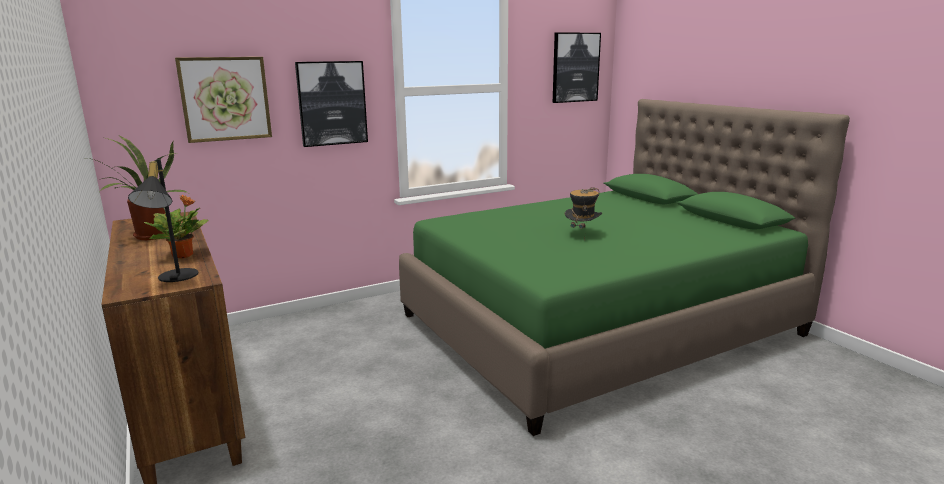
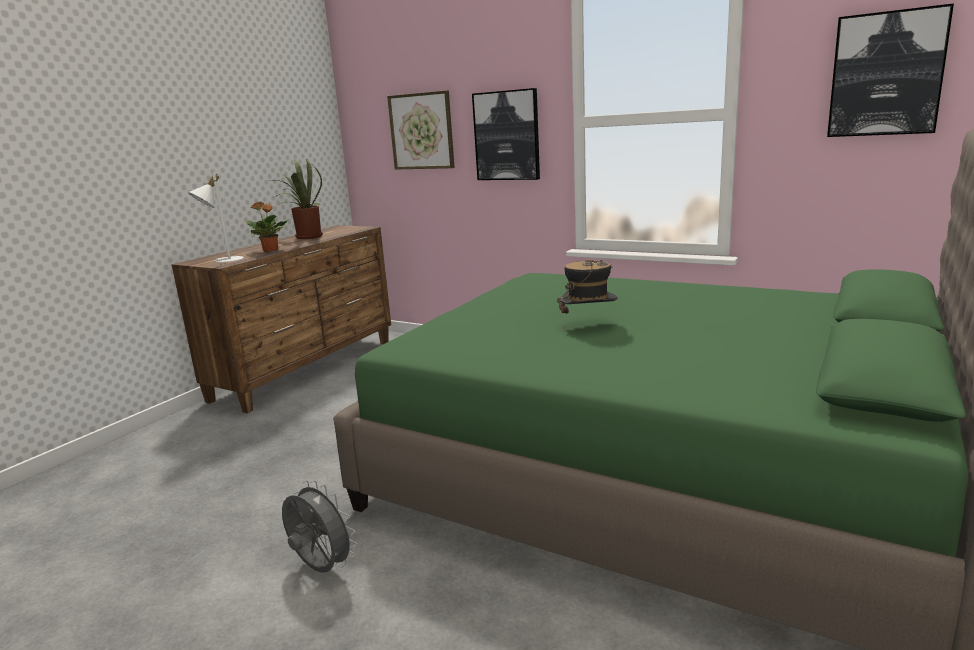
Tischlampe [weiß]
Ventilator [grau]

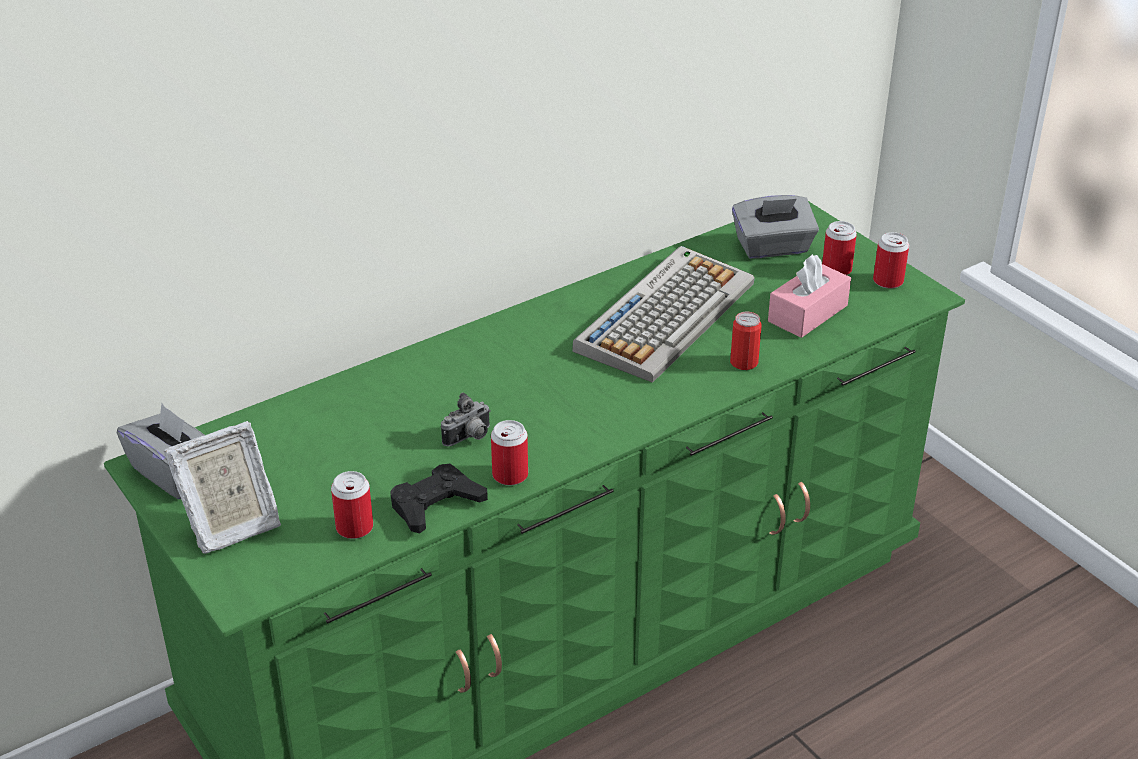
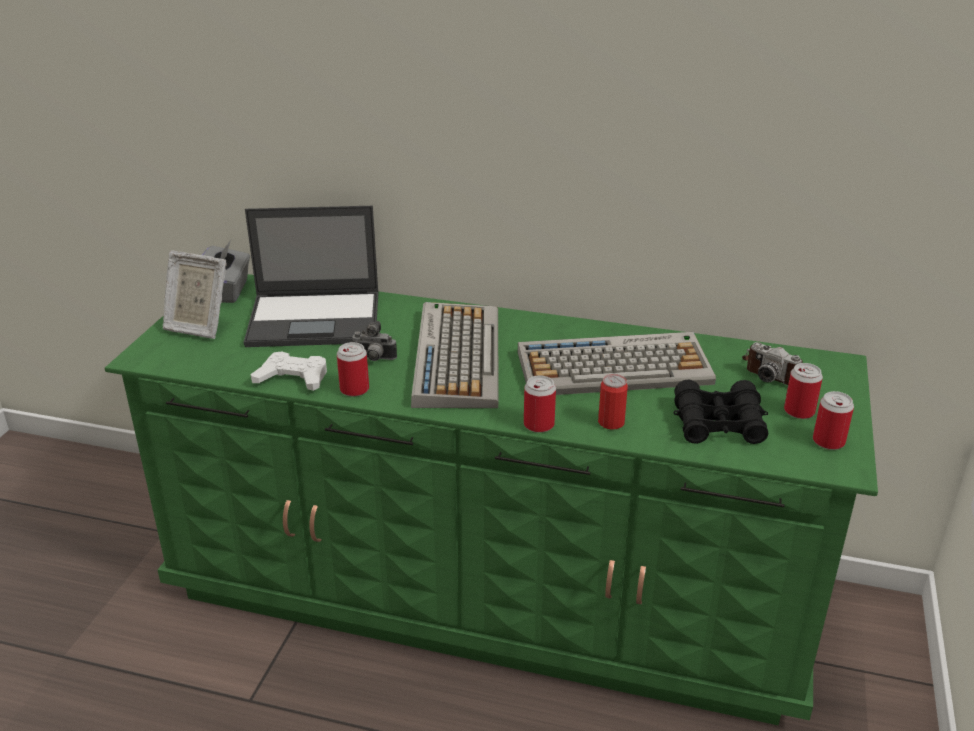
Dose (no. 2 from left)
Gamepad [weiß]
Kamera (no. 2 from left)
Fernglas [schwarz]
Laptop
Tastatur (no. 1 from left)

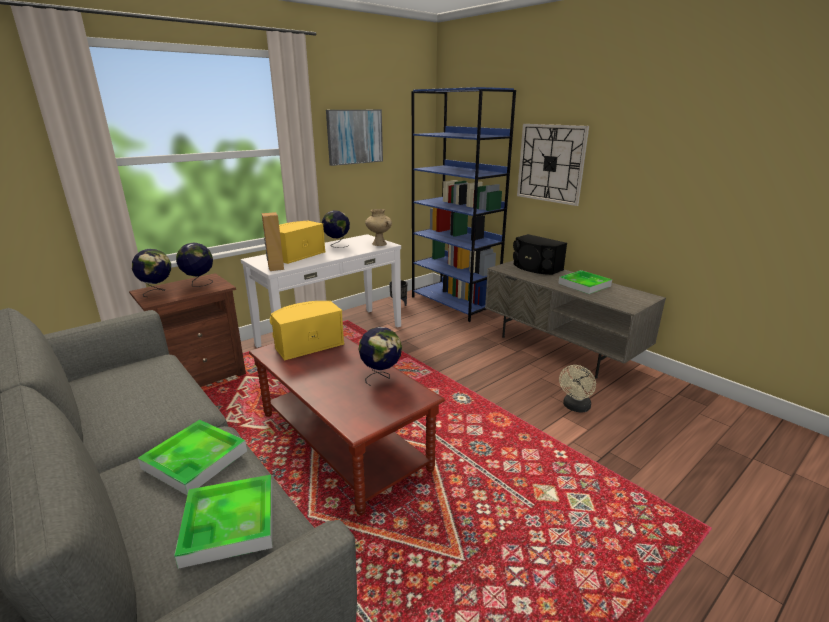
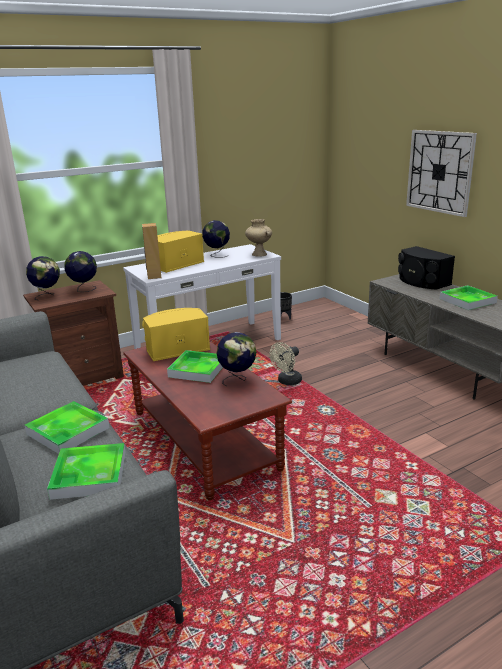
Bild
Bücherregal [blau]
Ventilator [beige]
Tablett (no. 3 from left)

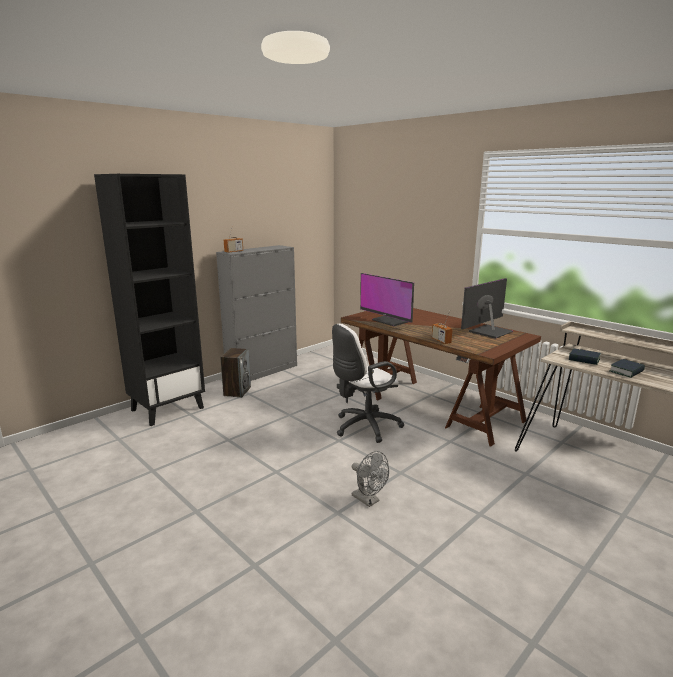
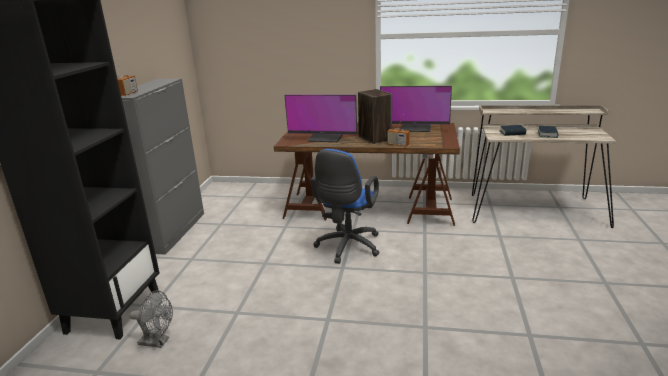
Lautsprecher
Bürostuhl [blau]
Ventilator [grau]
Monitor (no. 2 from left)

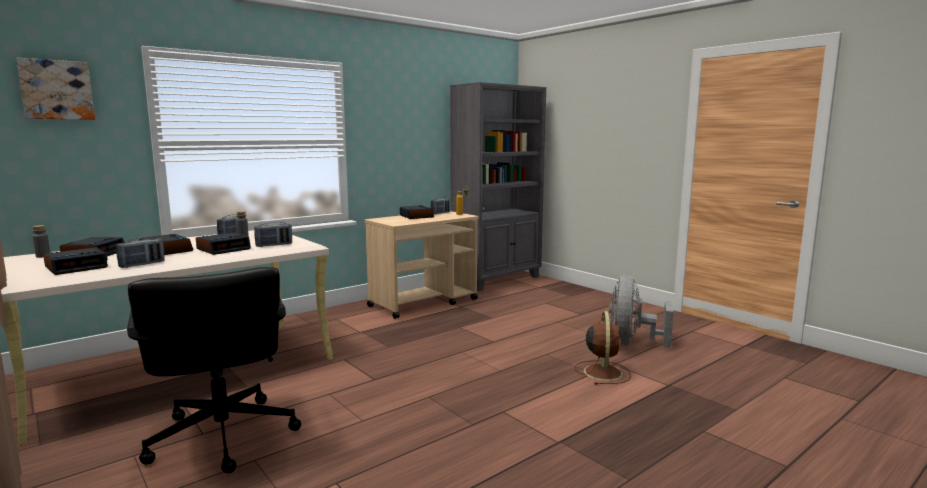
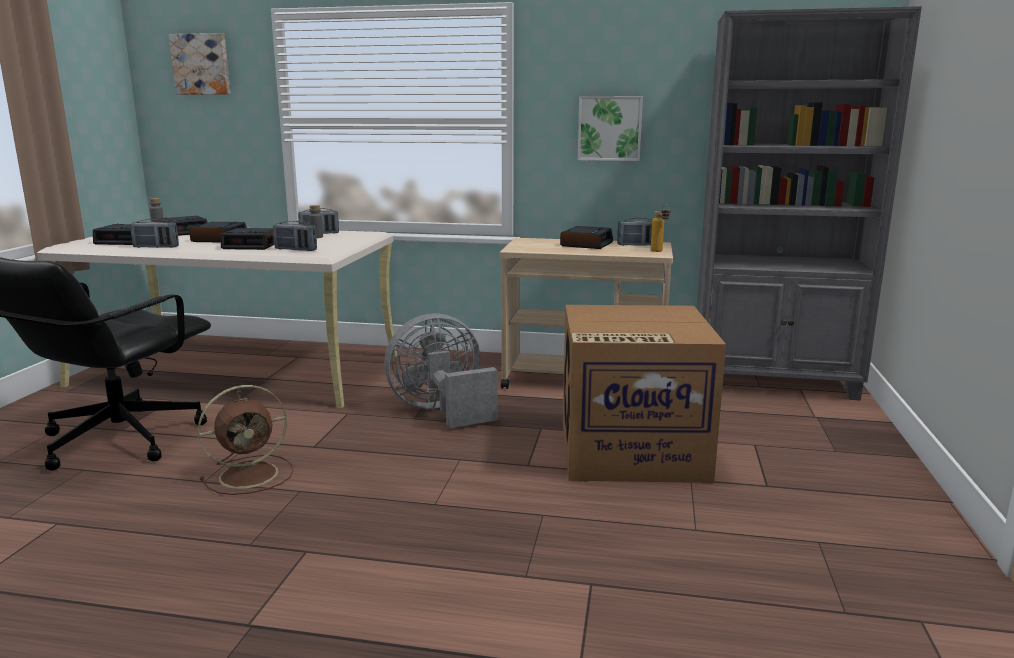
Ventilator [braun]
Ventilator [grau]
Karton
Bild (no. 2 from left)

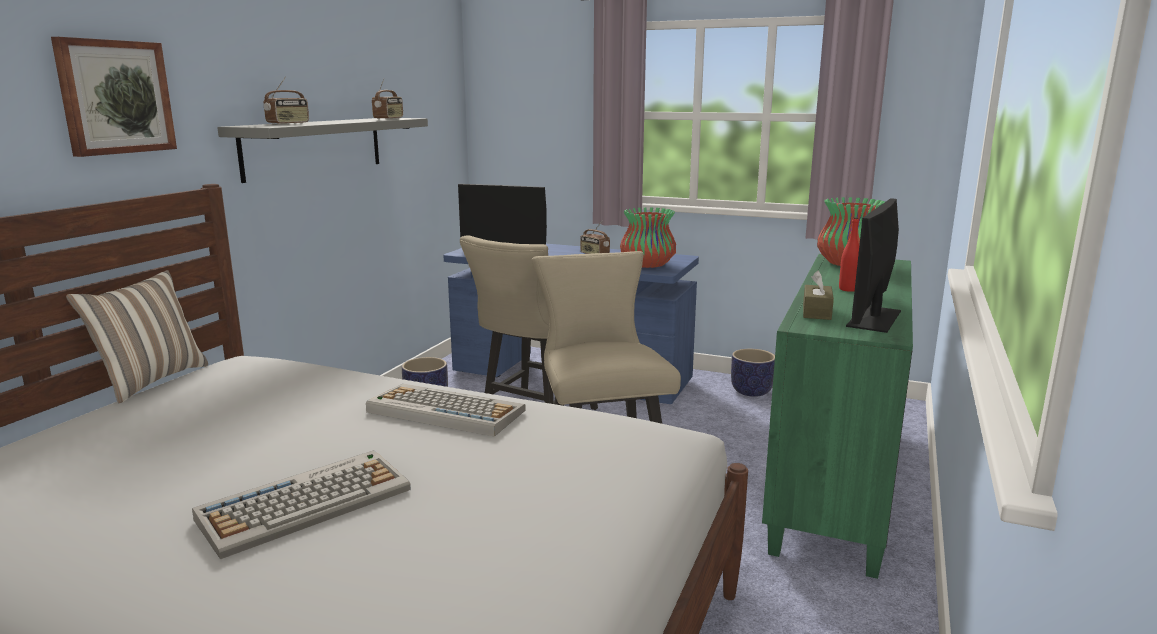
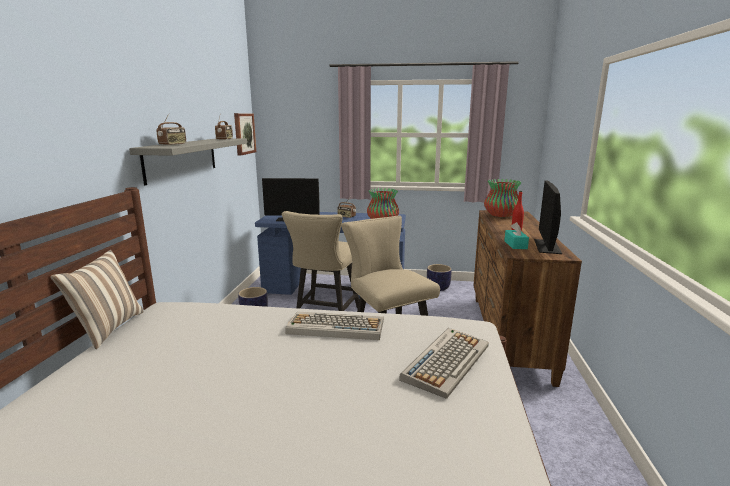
Bild
Tastatur (no. 2 from left)
Kommode [braun]
Taschentuchbox [türkis]

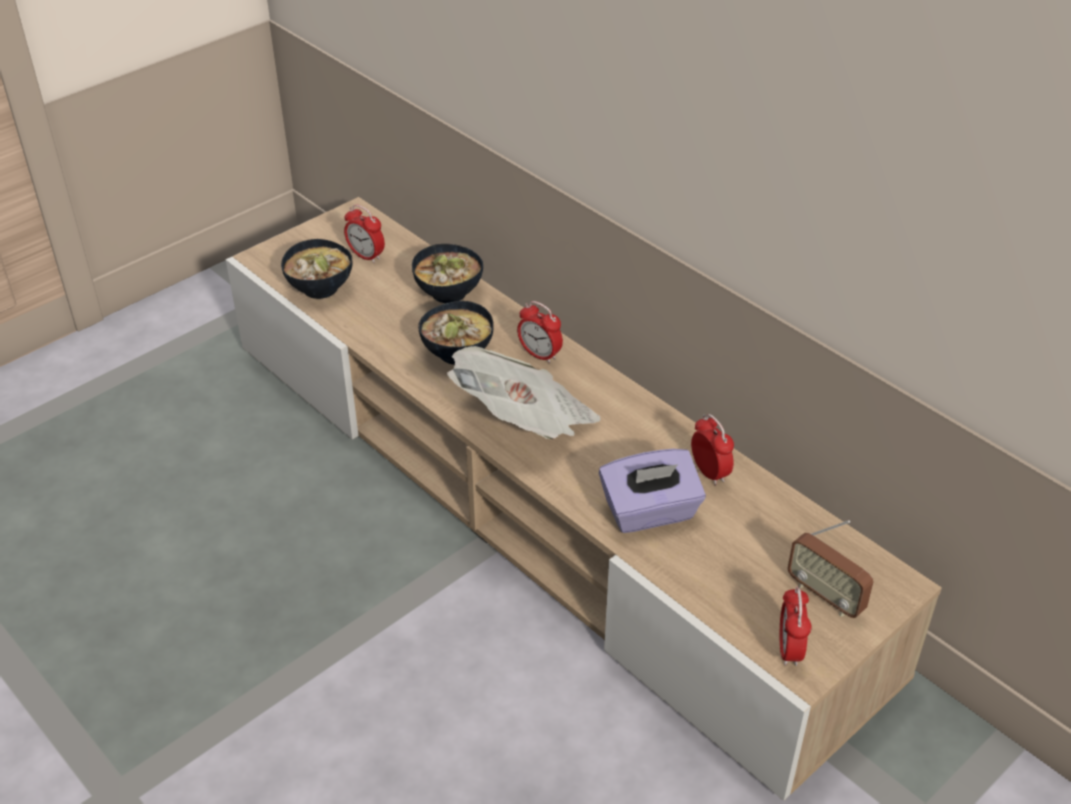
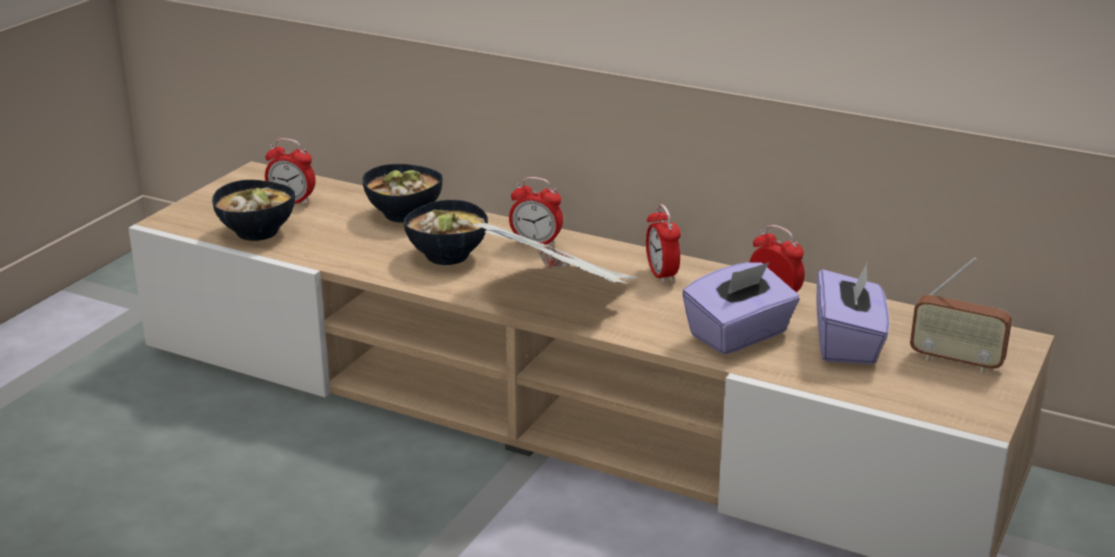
Wecker (no. 3 from left)
Taschentuchbox [lila] (no. 2 from left)

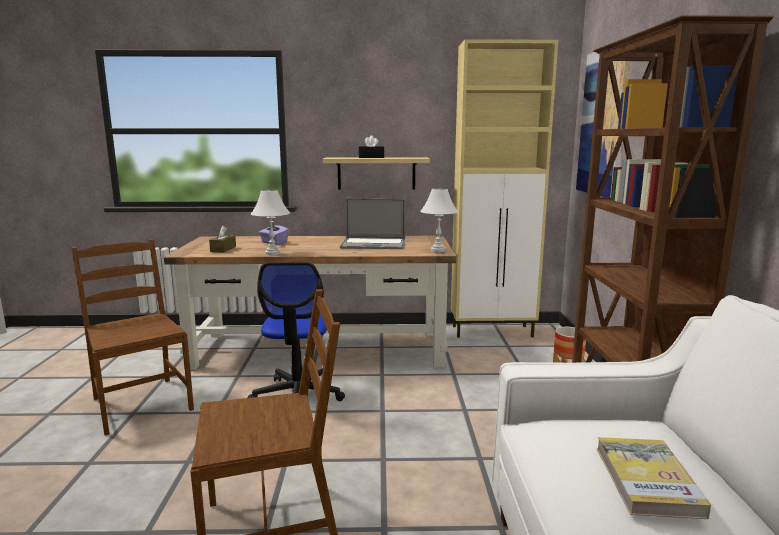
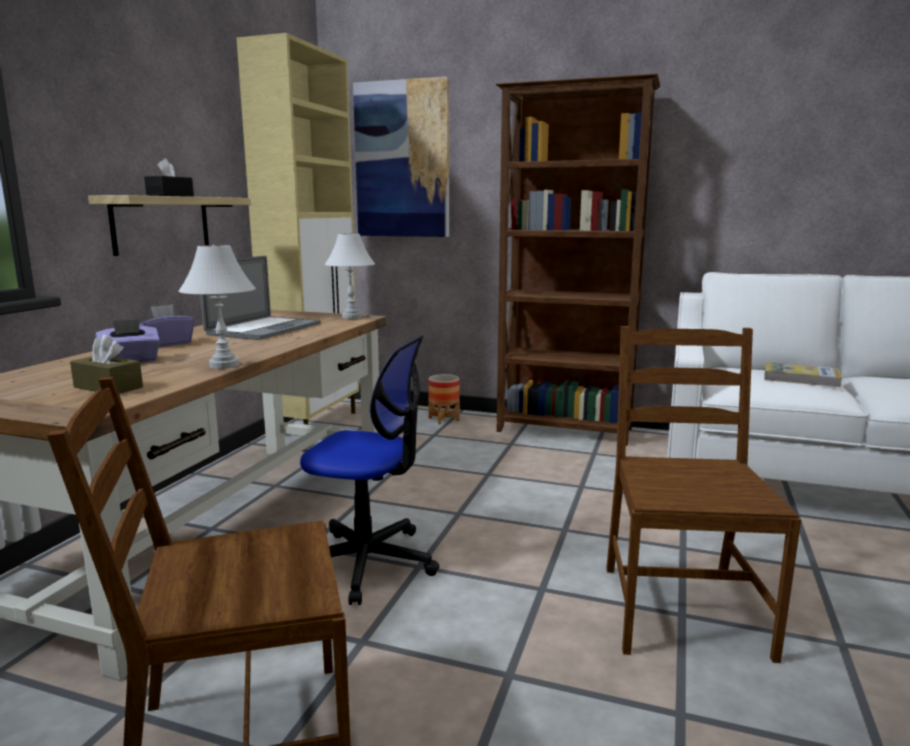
Taschentuchbox [lila] (no. 2 from left)

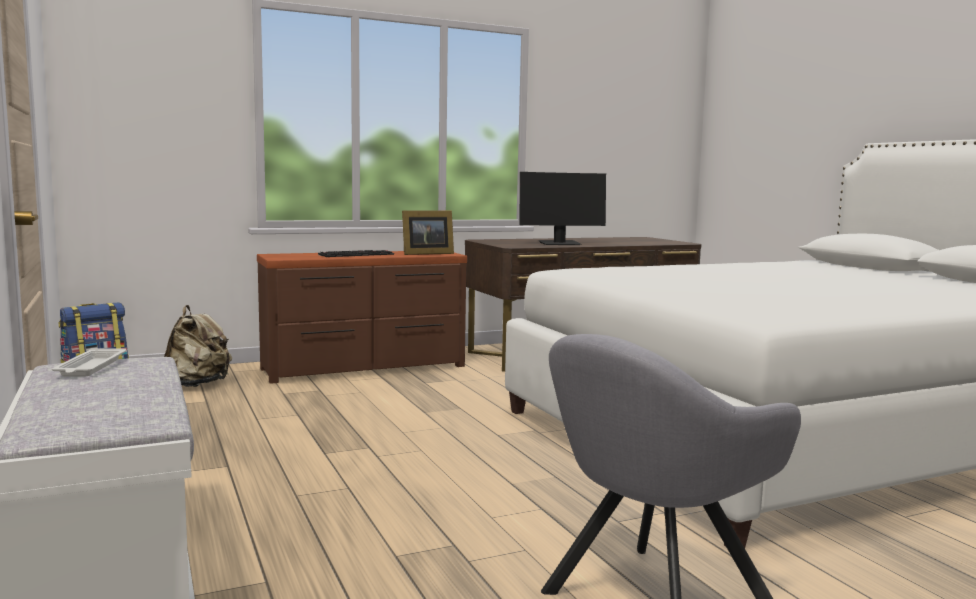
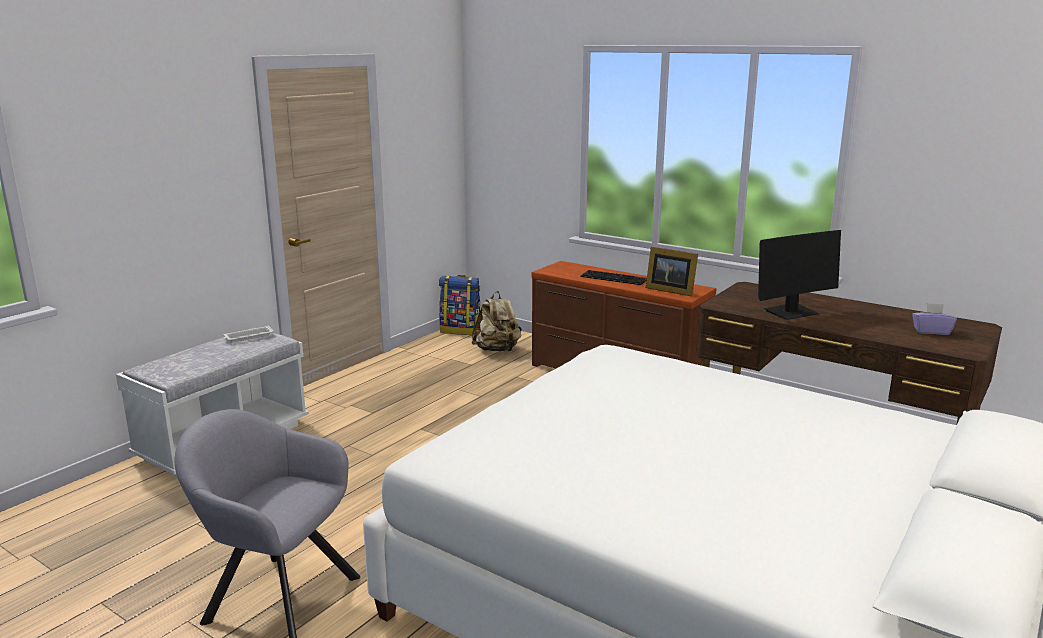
Monitor
Taschentuchbox [lila]

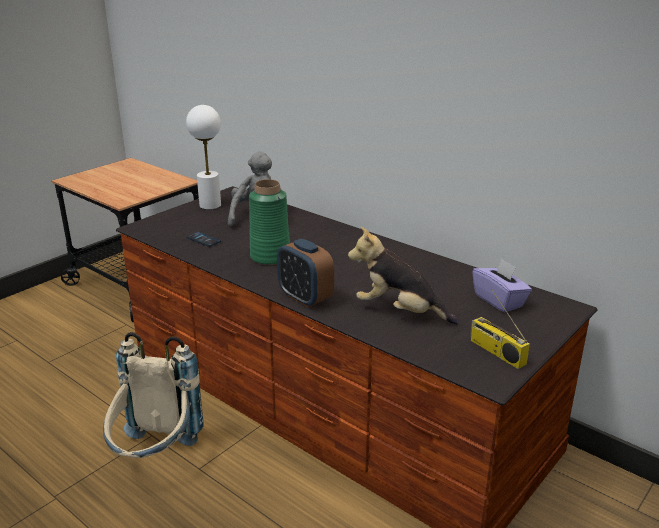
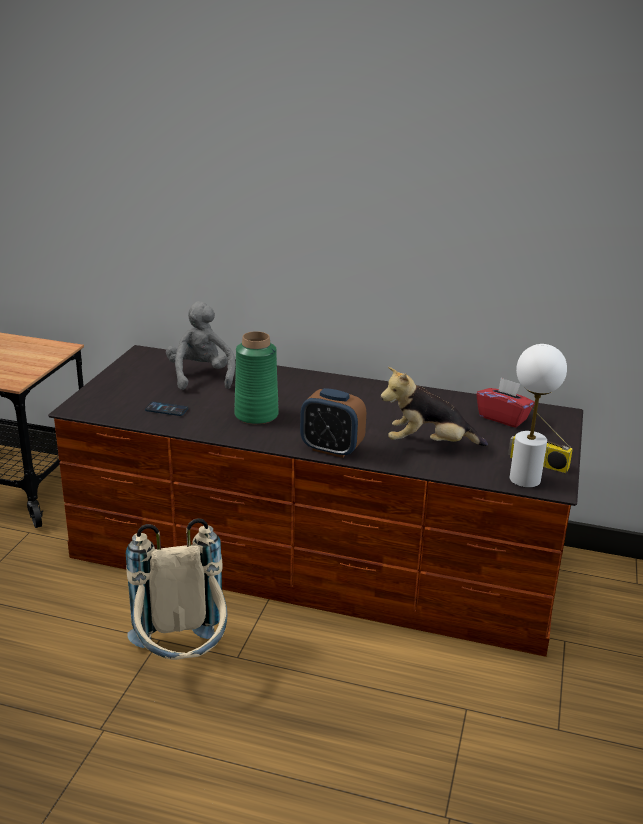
Tischlampe [weiß]
Taschentuchbox [rot]

